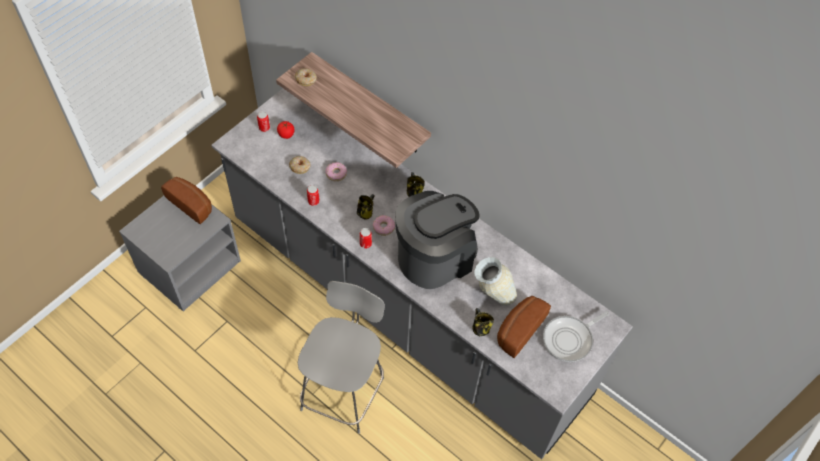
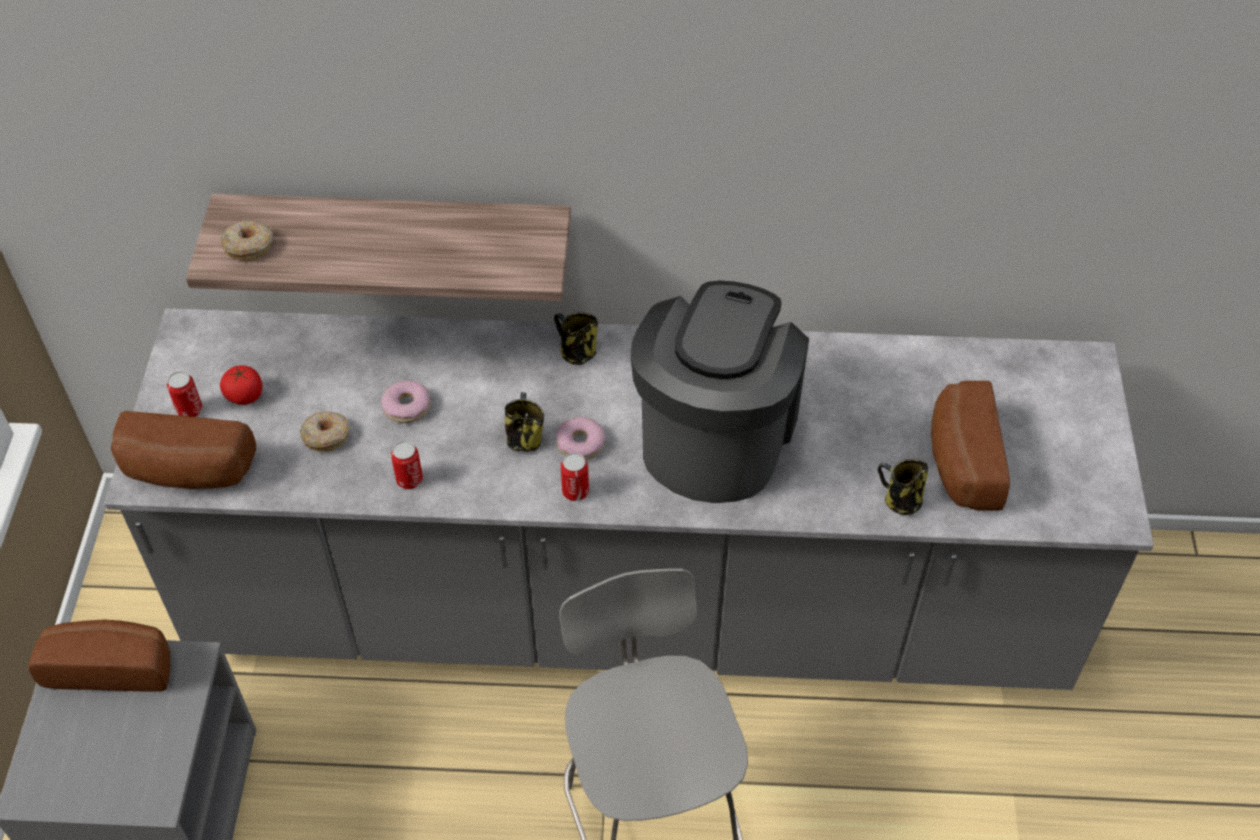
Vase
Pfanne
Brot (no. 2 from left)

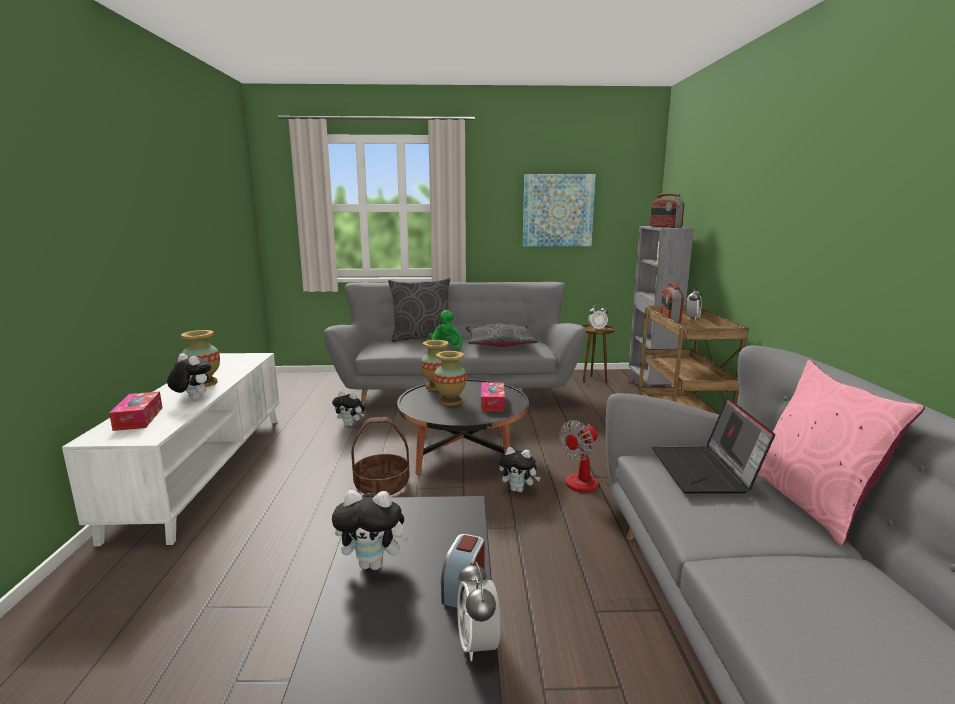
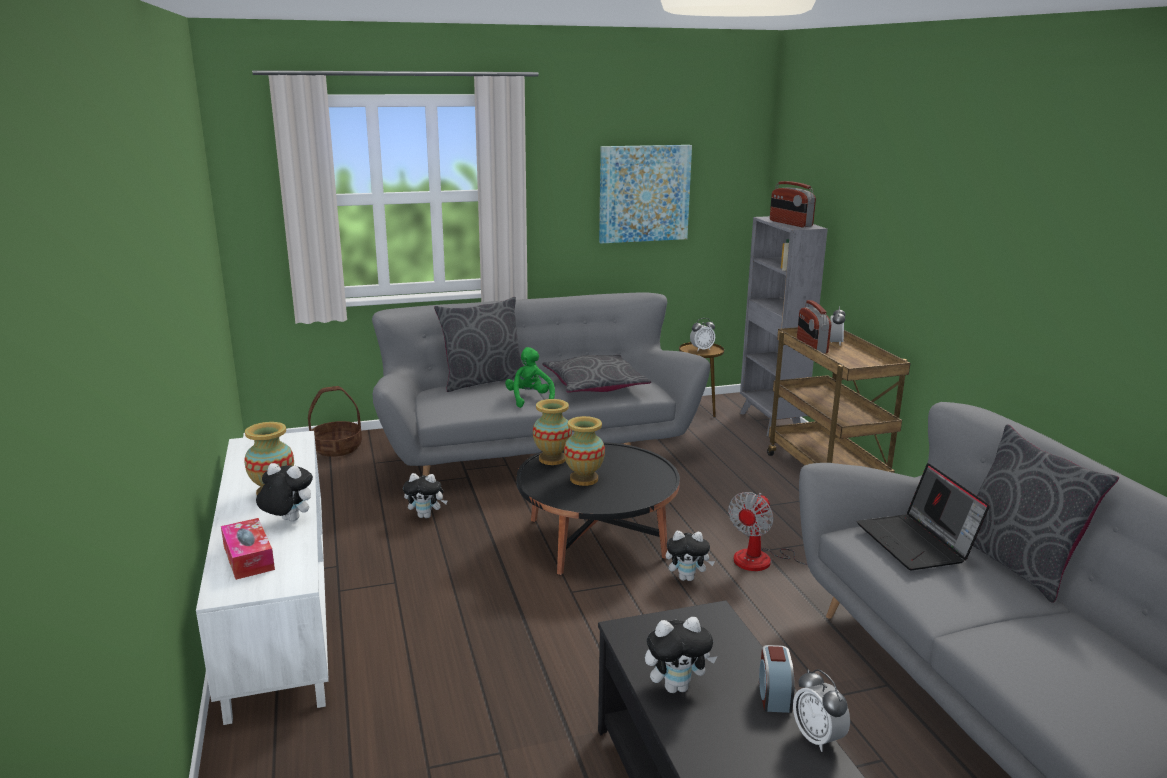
Korb
Taschentuchbox (no. 2 from left in the first image)
Kissen [grau] (no. 3 from left)

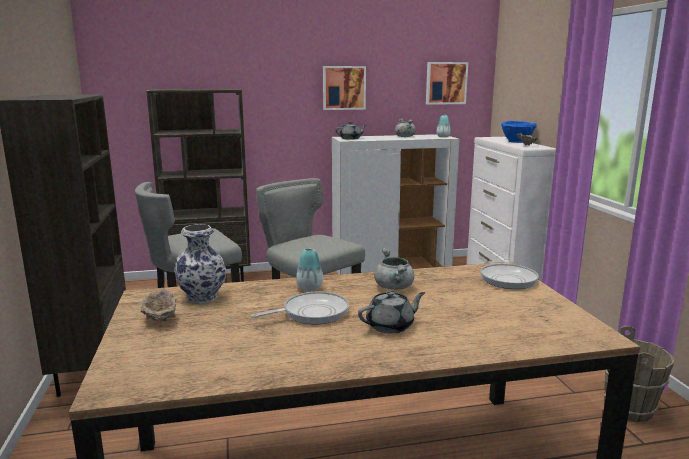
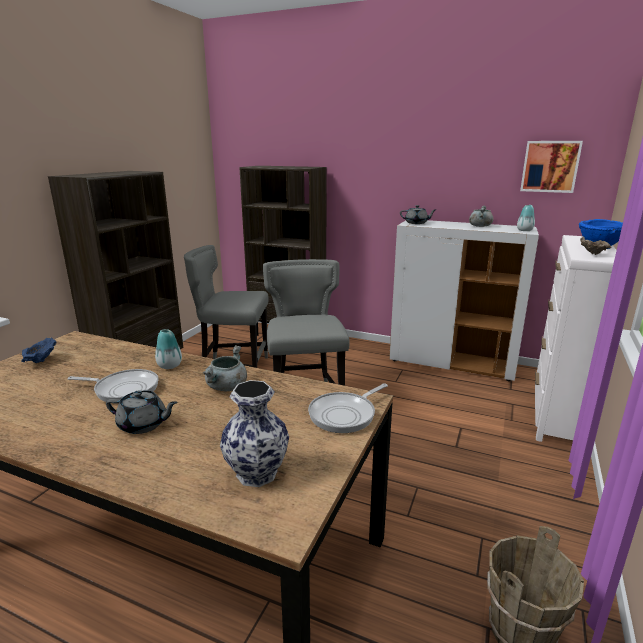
Schüssel [blau] (no. 1 from left)
Vase (no. 2 from left)
Bild (no. 1 from left in the first image)

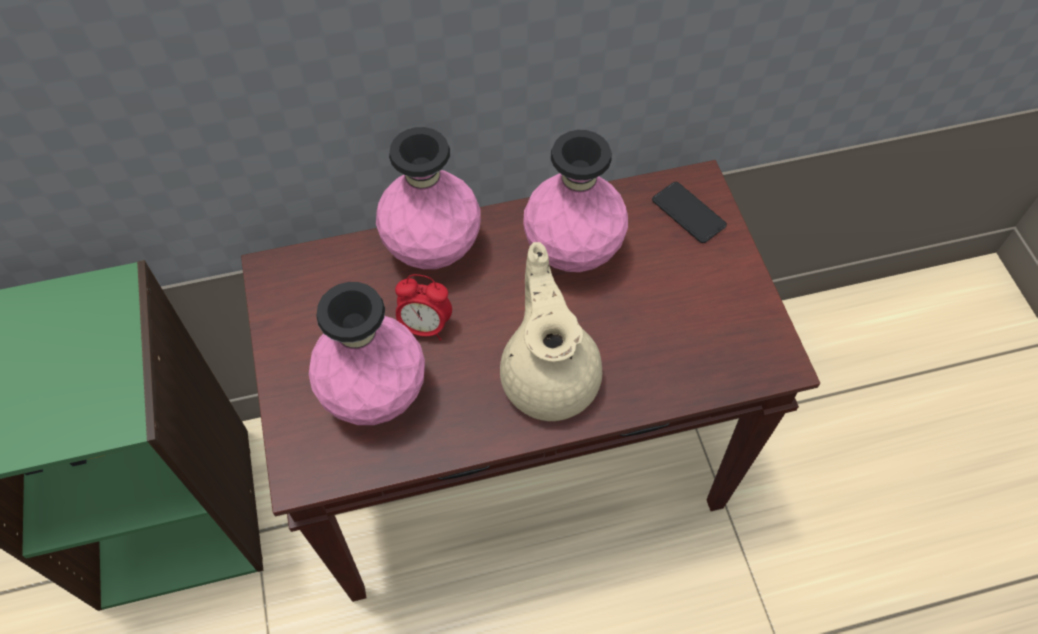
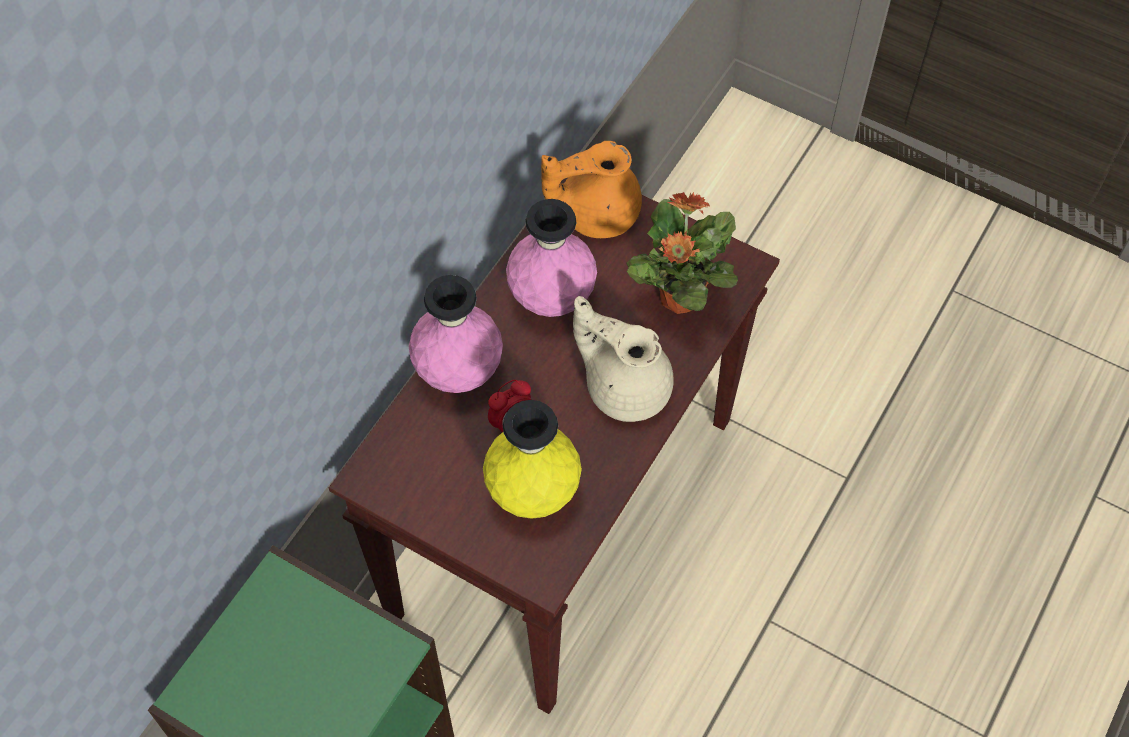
Vase [gelb]
Teekanne [orange]
Topfpflanze

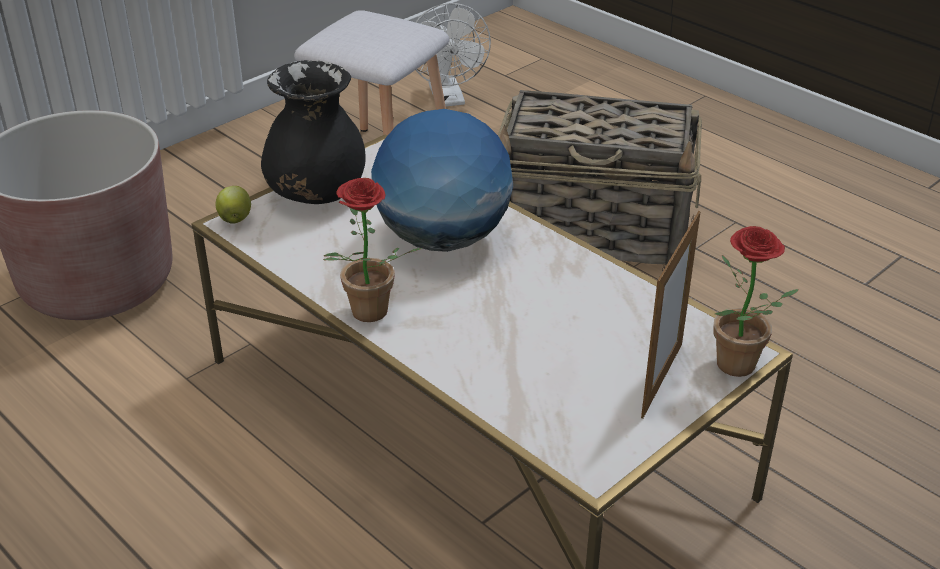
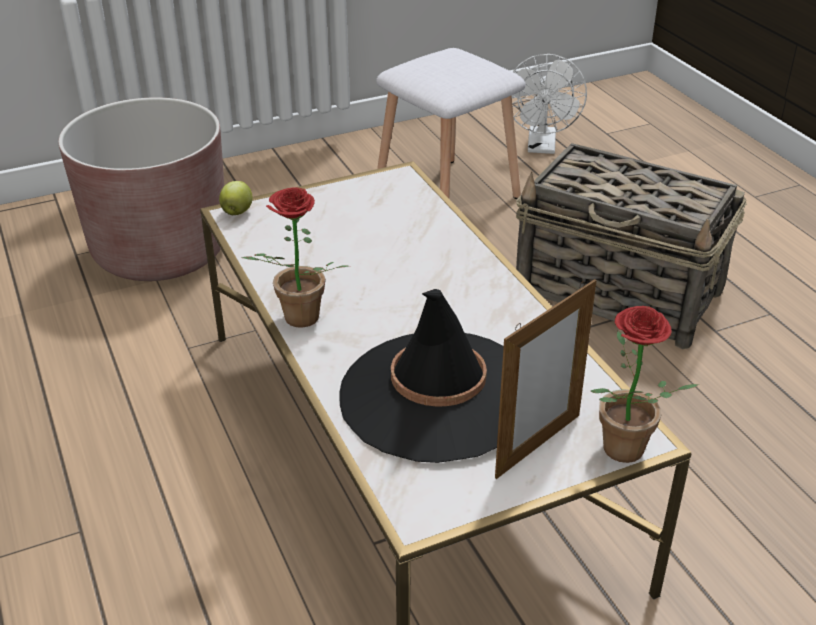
Vase [schwarz]
Globus
Hut [schwarz]

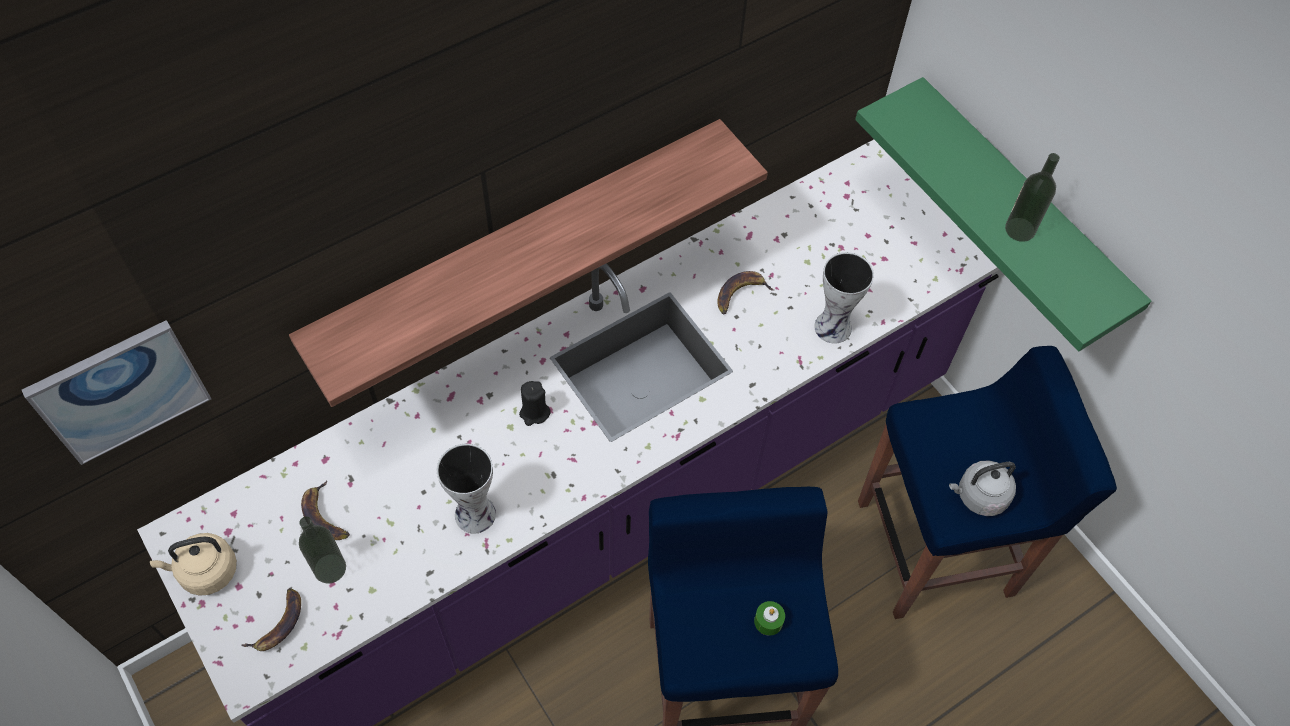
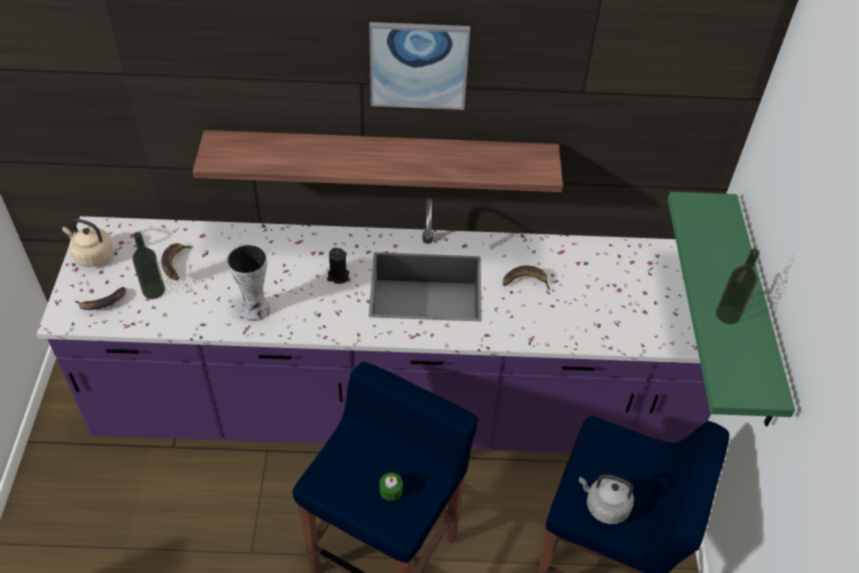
Bild
Vase (no. 2 from left in the first image)

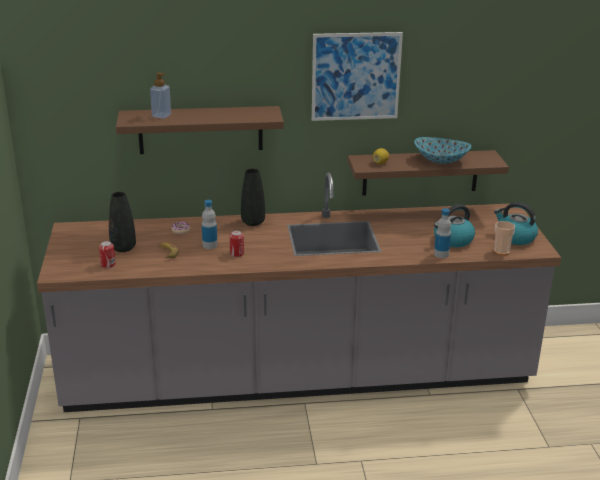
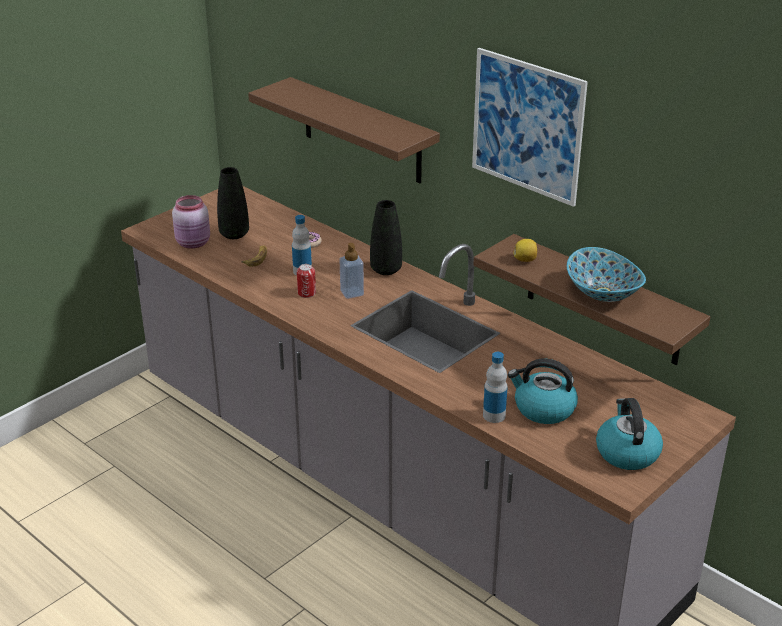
Vorratsglas [rosa]
Seifenspender
Tasse

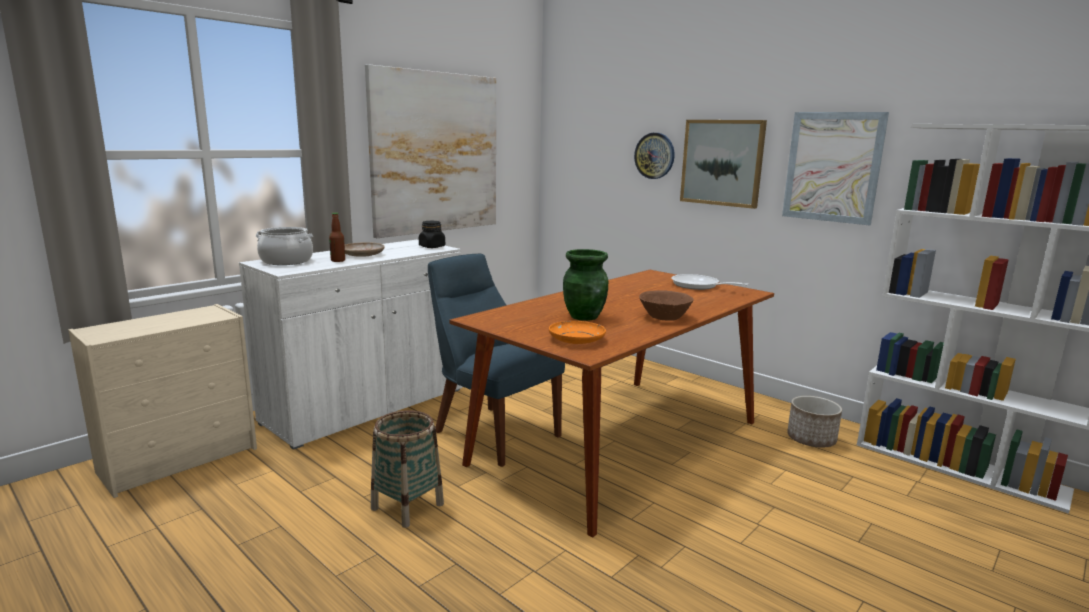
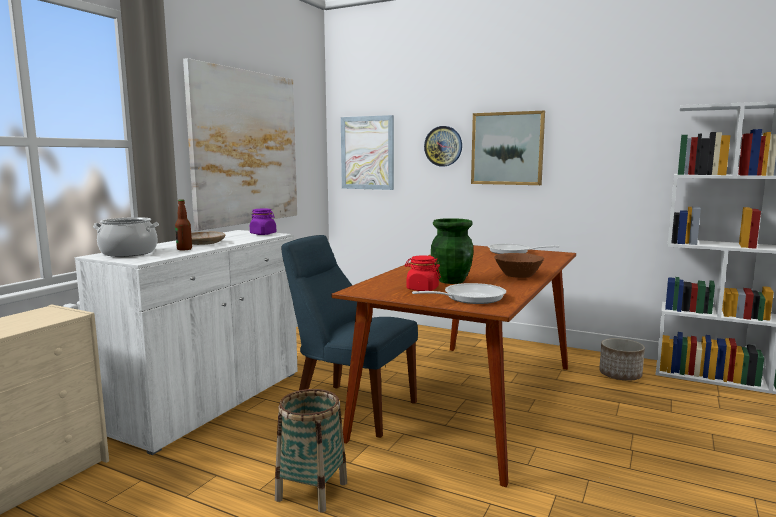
Vorratsglas [lila]
Pfanne (no. 1 from left)
Bild (no. 2 from left)
Vorratsglas [rot]

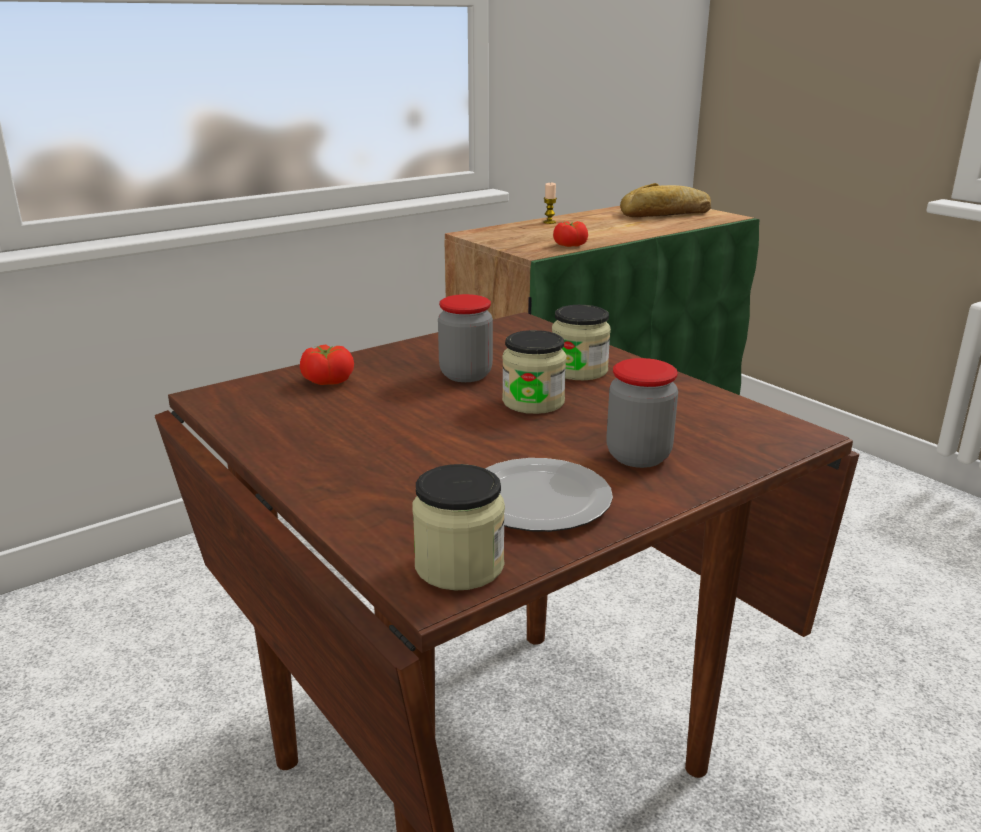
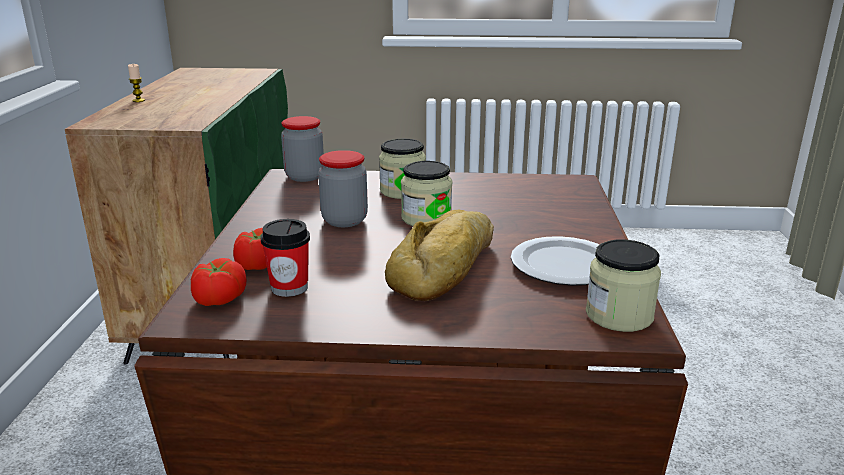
Tomate (no. 1 from left)
Vorratsglas (no. 1 from left)
Brot
Tasse

